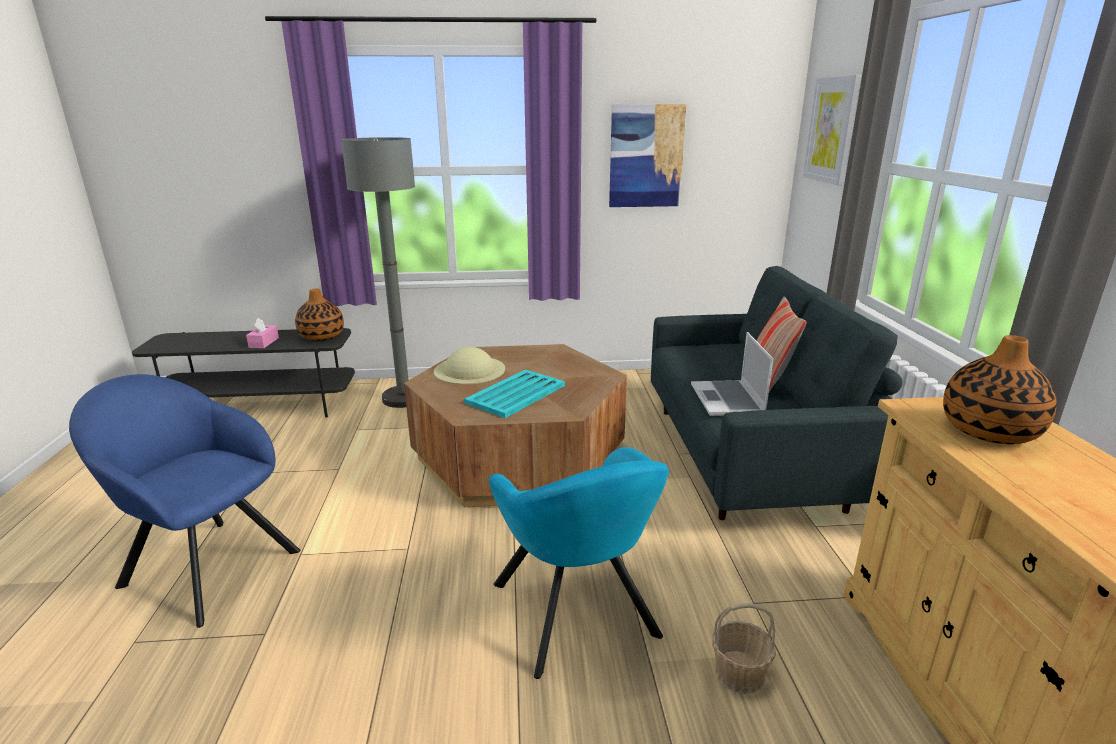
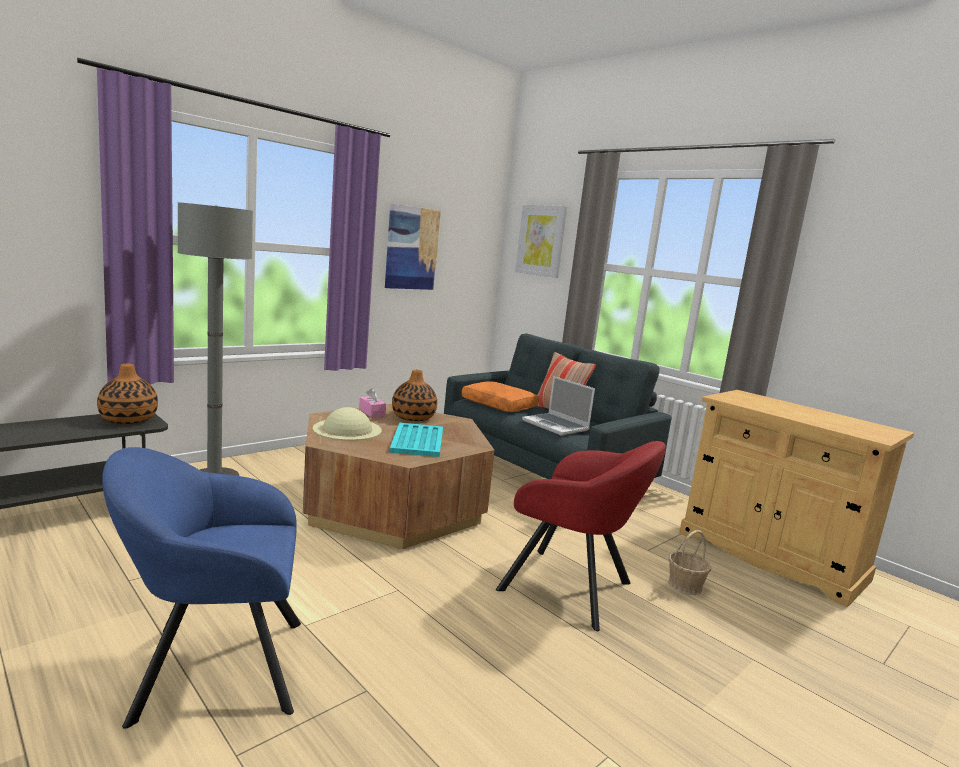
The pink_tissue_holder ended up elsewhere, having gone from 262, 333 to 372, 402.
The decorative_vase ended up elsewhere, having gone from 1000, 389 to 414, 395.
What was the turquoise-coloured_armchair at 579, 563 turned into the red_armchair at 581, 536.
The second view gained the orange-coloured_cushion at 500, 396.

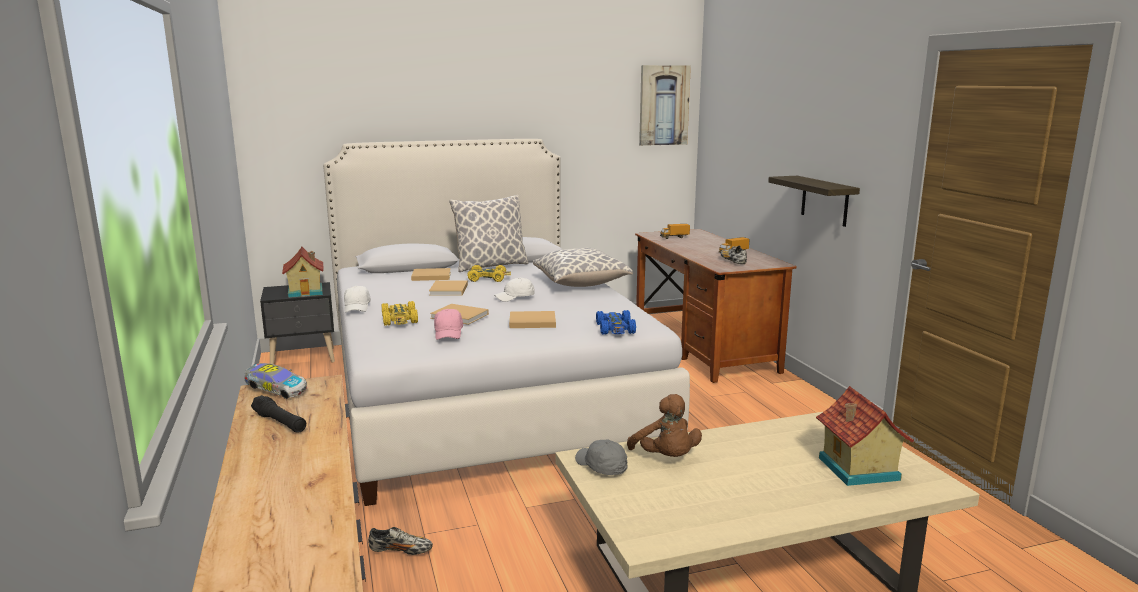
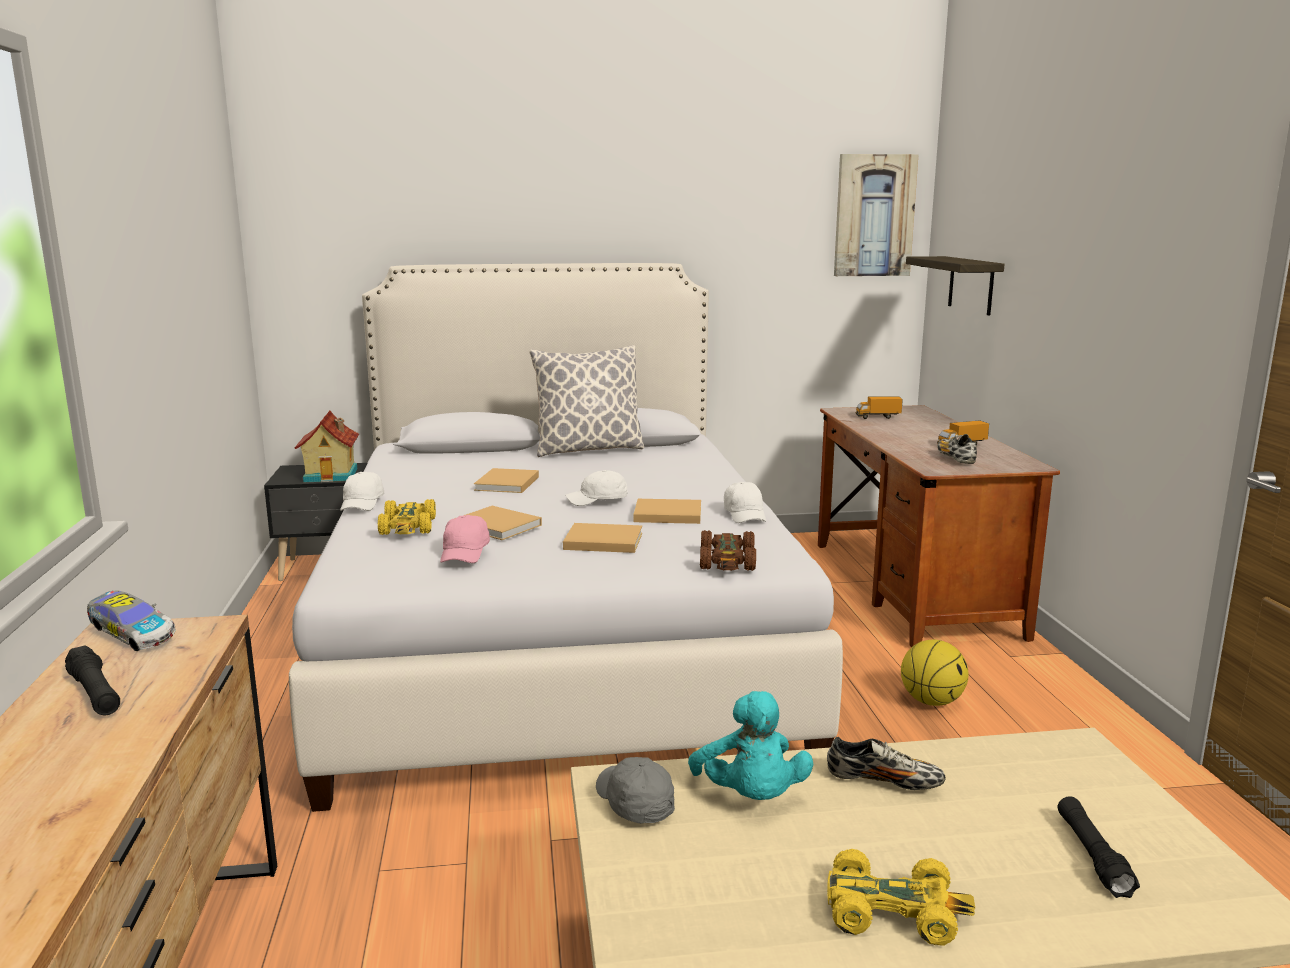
The bracket_shelf ended up elsewhere, having gone from 814, 201 to 955, 285.
The second view lost the cushion at 583, 267.
The yellow-coloured_miniature_car ended up elsewhere, having gone from 489, 273 to 901, 897.
The beige_bound_book ended up elsewhere, having gone from 431, 274 to 667, 511.
What was the blue_miniature_car at 616, 322 turned into the brown-coloured_miniature_car at 728, 550.
Where the model_house stood at 865, 436, the blackish_hand_torch came to stand at 1099, 847.
What was the brown-coloured_cuddly_toy at 664, 425 turned into the turquoise-coloured_cuddly_toy at 750, 745.
The low_shoe ended up elsewhere, having gone from 400, 541 to 886, 763.
The second view gained the white-coloured_cap at 745, 502.
The second view gained the basketball_ball at 935, 673.

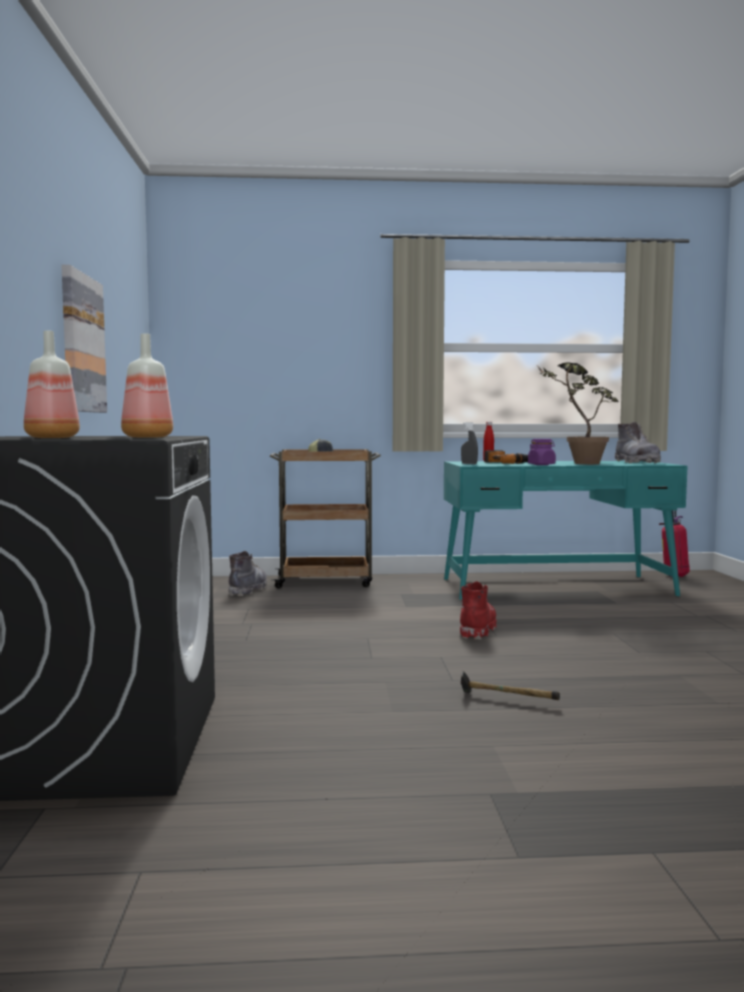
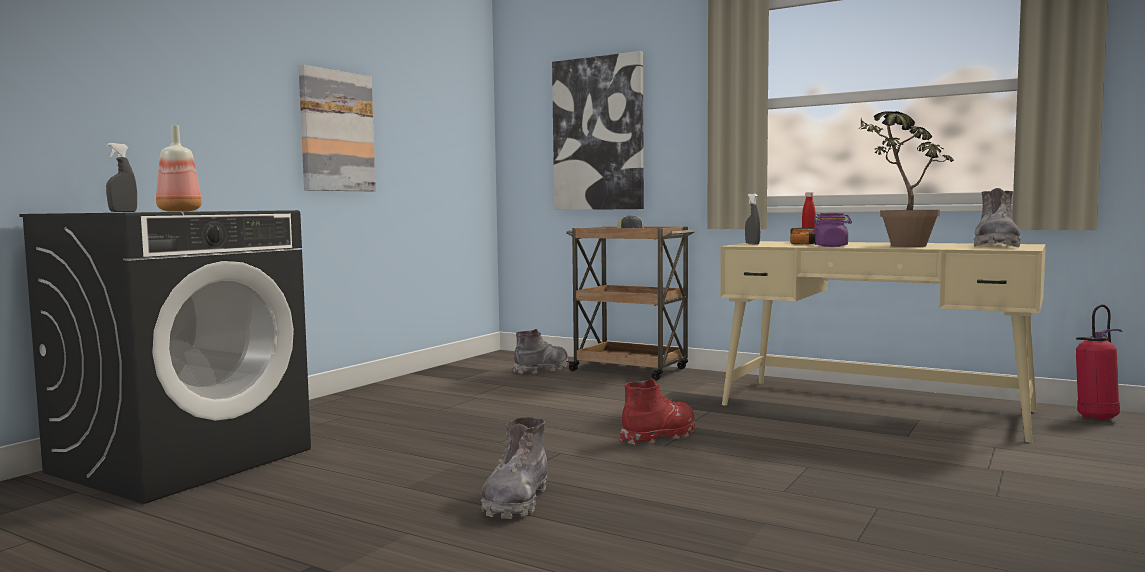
Where the bottle stood at 52, 384, the gray_spray_bottle came to stand at 121, 177.
What was the turquoise-coloured_desk at 566, 530 turned into the beige_desk at 883, 341.
Where the tool_hammer stood at 510, 685, the gray_boot came to stand at 514, 468.
The second view gained the wall_picture at 598, 130.

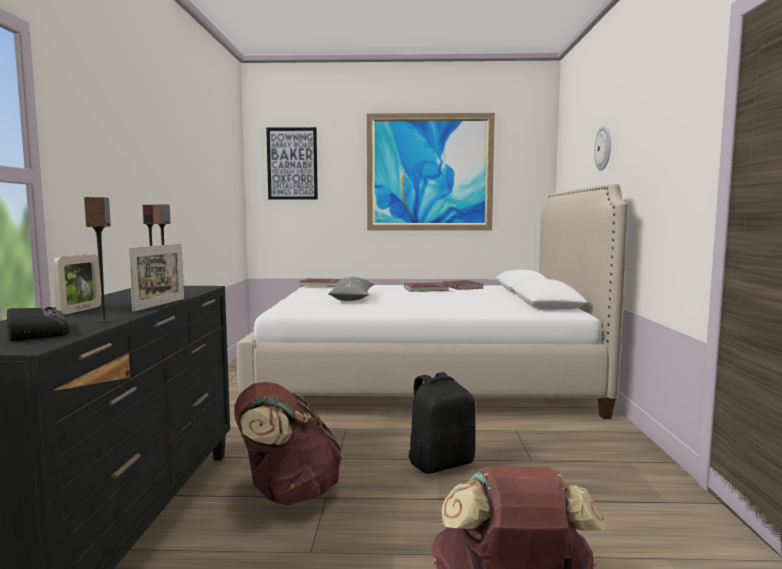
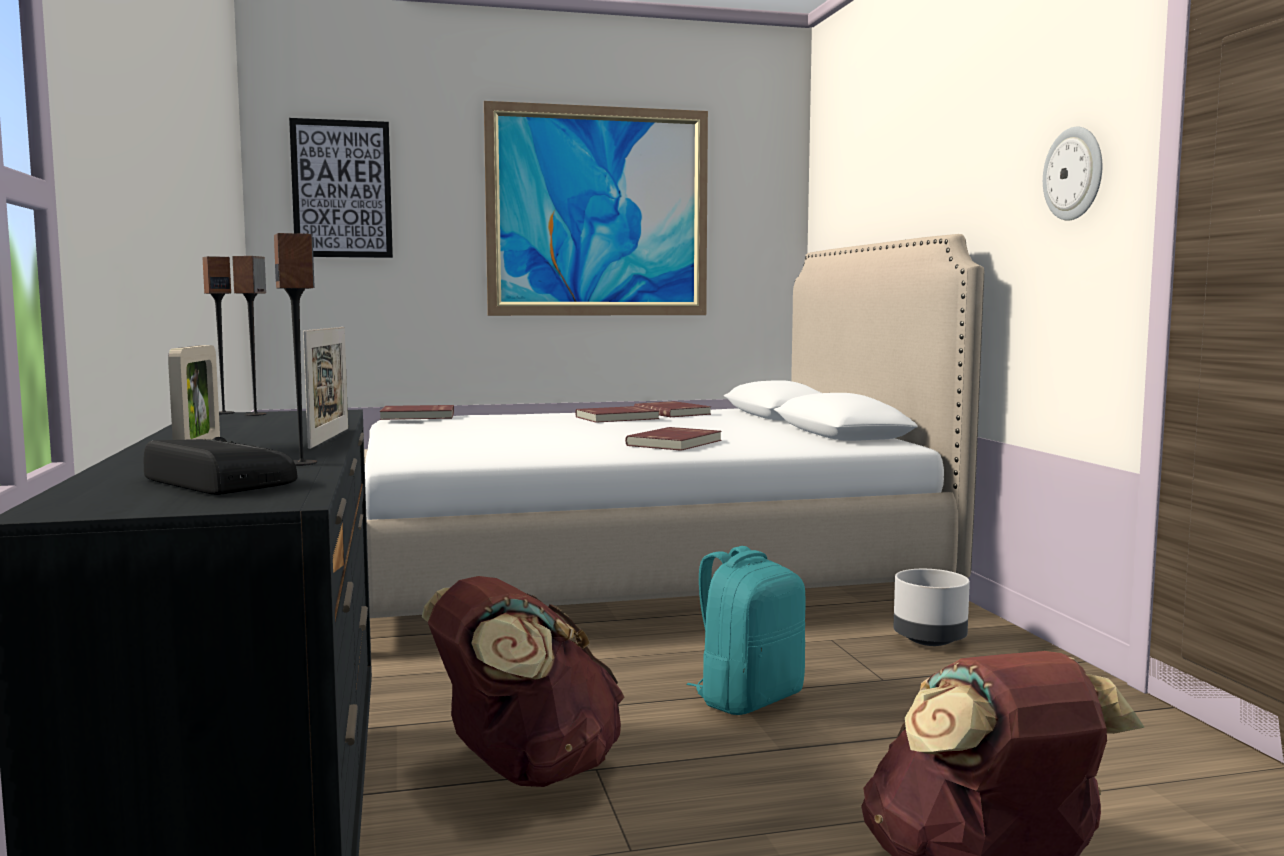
The hanging_clock ended up elsewhere, having gone from 602, 148 to 1072, 173.
The second view lost the gray_cushion at 351, 289.
What was the blackish_knapsack at 442, 423 turned into the turquoise-coloured_knapsack at 746, 630.
The second view gained the red_bound_book at 673, 439.
The second view gained the gray_plant_pot at 931, 607.

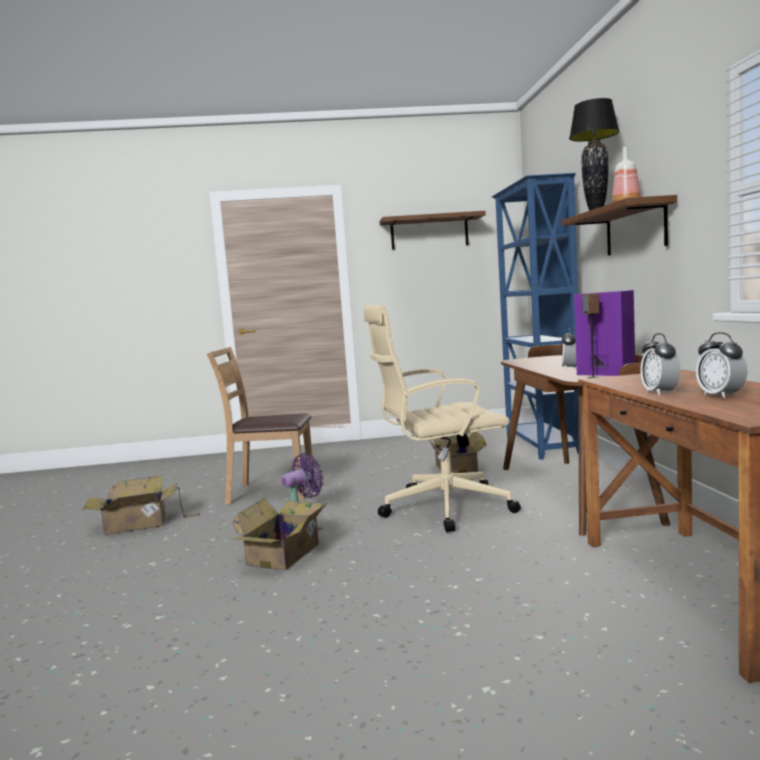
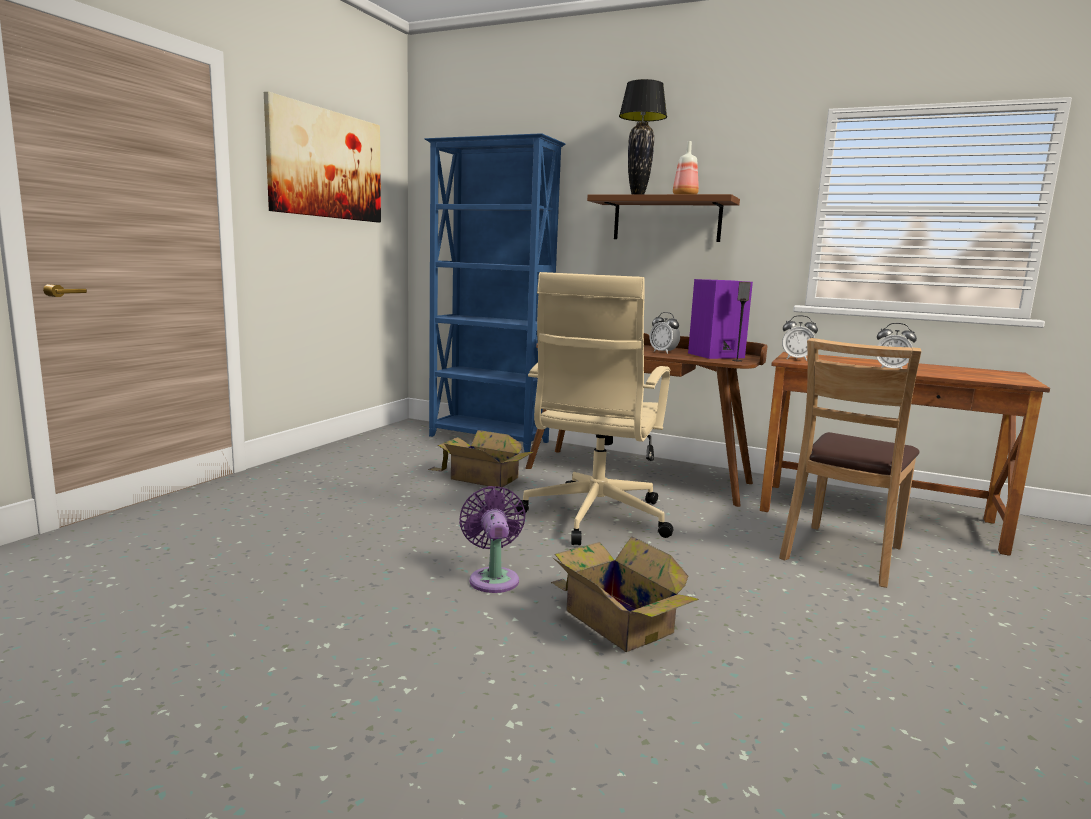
Where the brown-coloured_bracket_shelf hung at 432, 230, the wall_picture came to hang at 322, 156.
The table_clock ended up elsewhere, having gone from 721, 365 to 800, 338.
The brown-coloured_chair ended up elsewhere, having gone from 260, 426 to 850, 463.
The second view lost the carton at 141, 505.

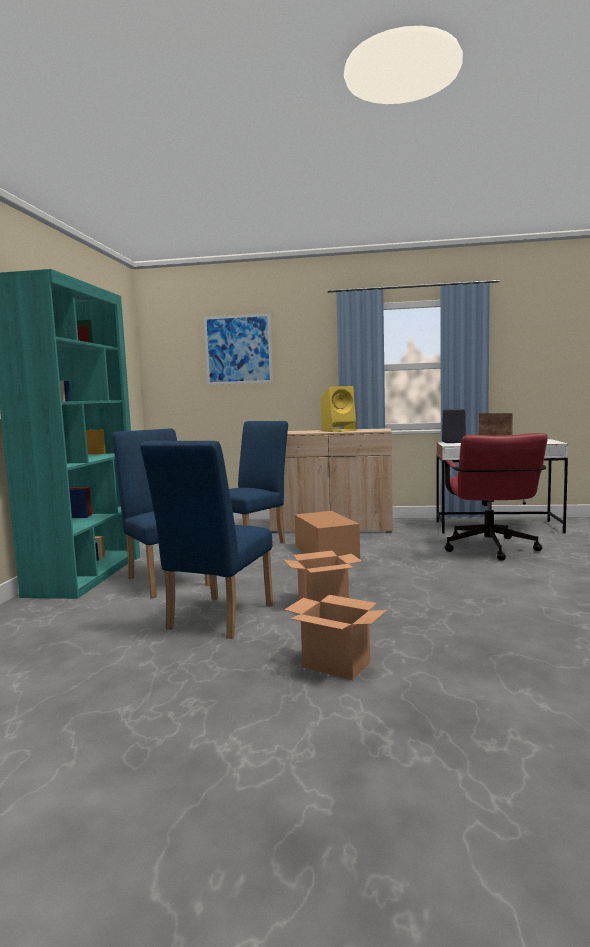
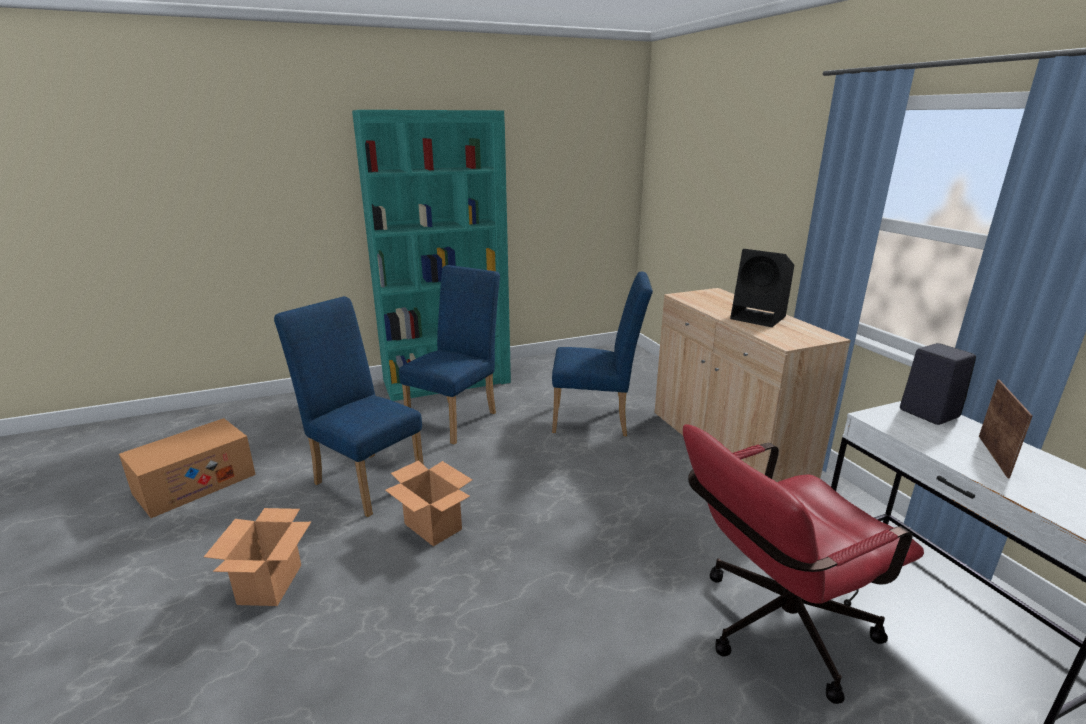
The second view lost the wall_picture at 238, 349.
What was the yellow-coloured_speaker at 339, 409 turned into the blackish_speaker at 762, 288.
The blue_chair at 206, 540 ended up facing another way, 45 degrees clockwise from before.
The carton ended up elsewhere, having gone from 327, 534 to 187, 468.

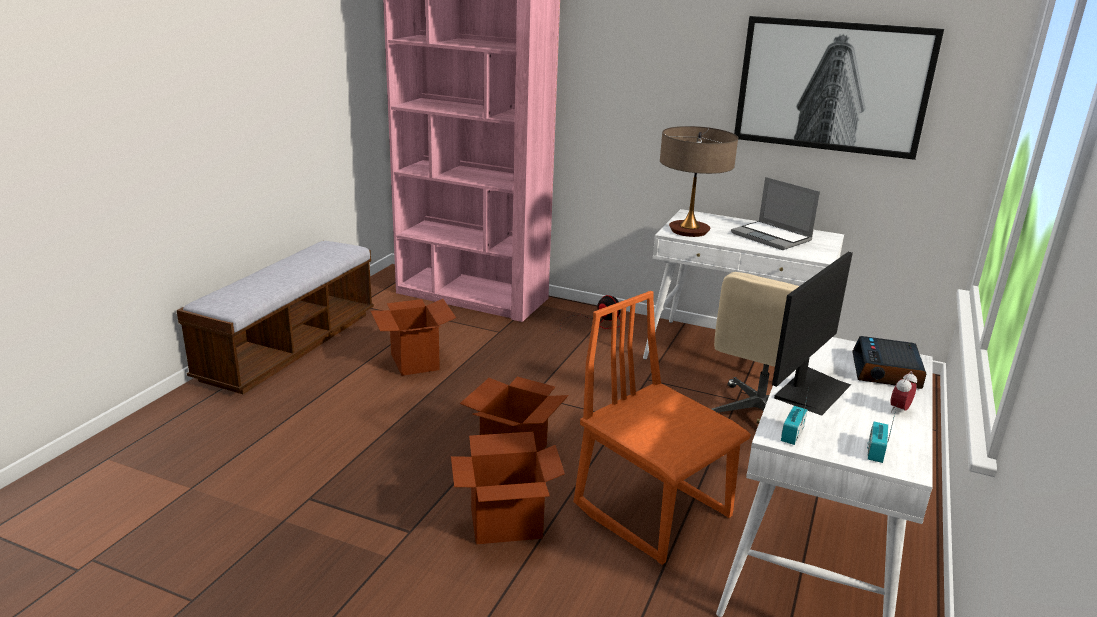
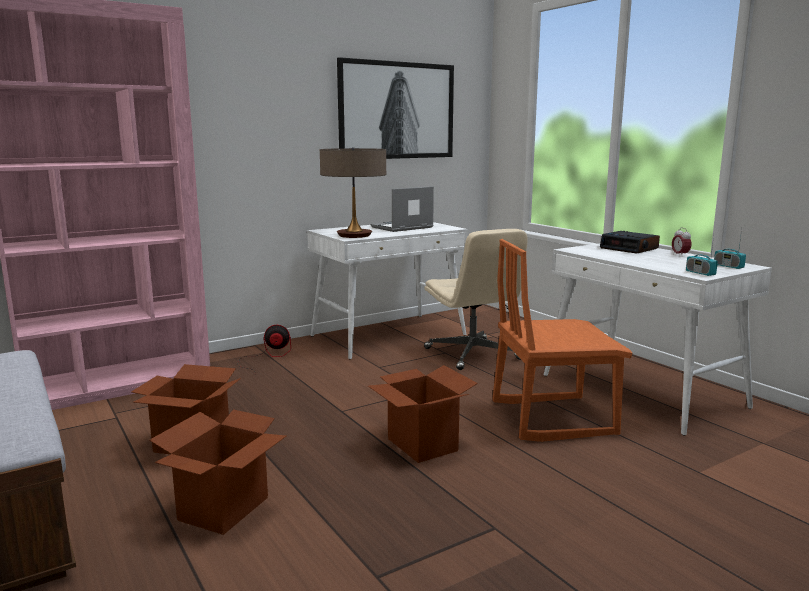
The portable_computer at 775, 213 ended up facing another way, 150 degrees clockwise from before.
The second view lost the computer_screen at 812, 334.
The carton ended up elsewhere, having gone from 508, 488 to 217, 472.

